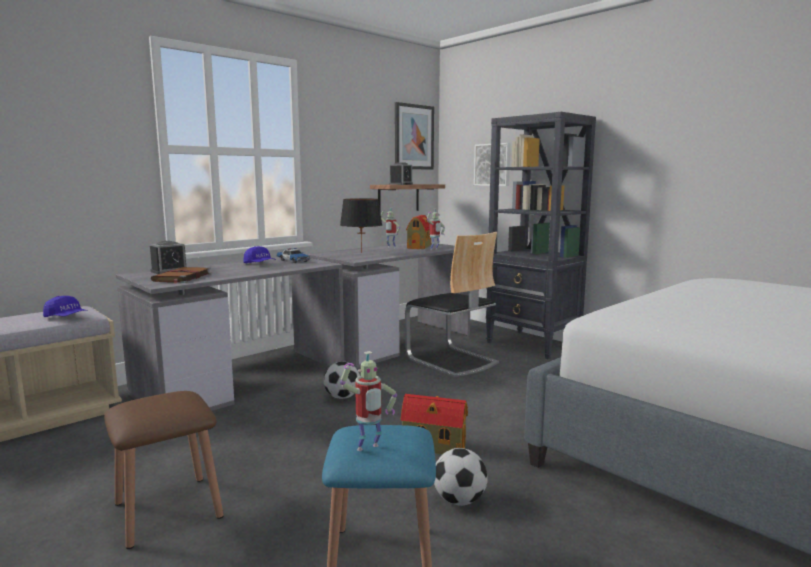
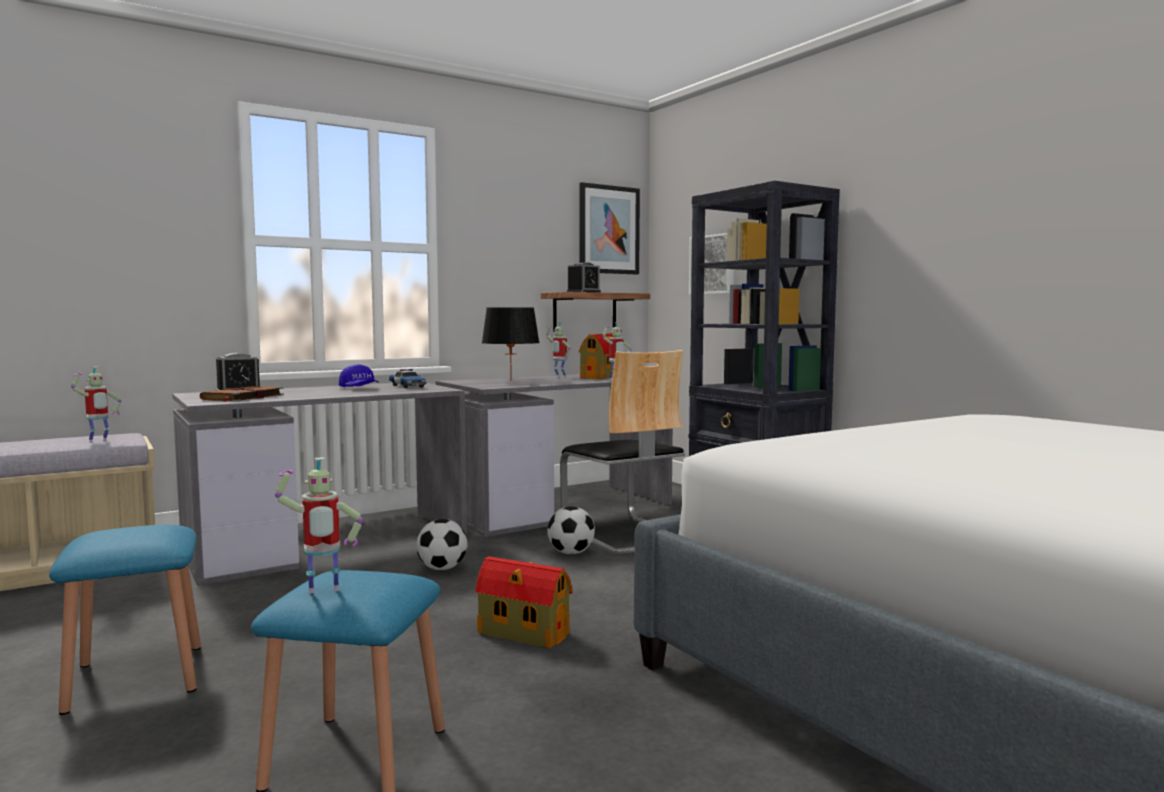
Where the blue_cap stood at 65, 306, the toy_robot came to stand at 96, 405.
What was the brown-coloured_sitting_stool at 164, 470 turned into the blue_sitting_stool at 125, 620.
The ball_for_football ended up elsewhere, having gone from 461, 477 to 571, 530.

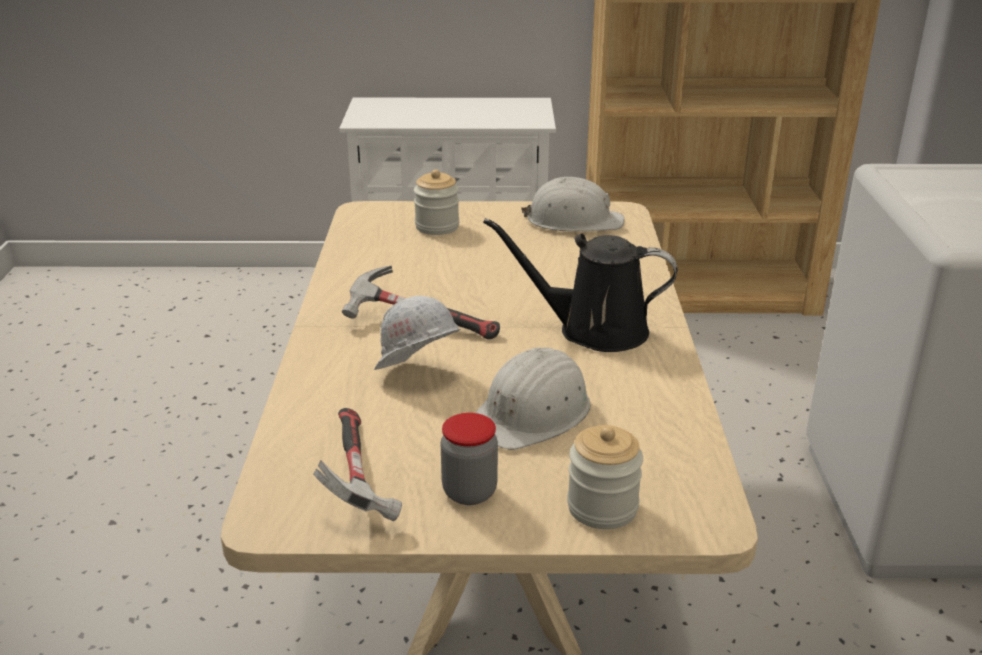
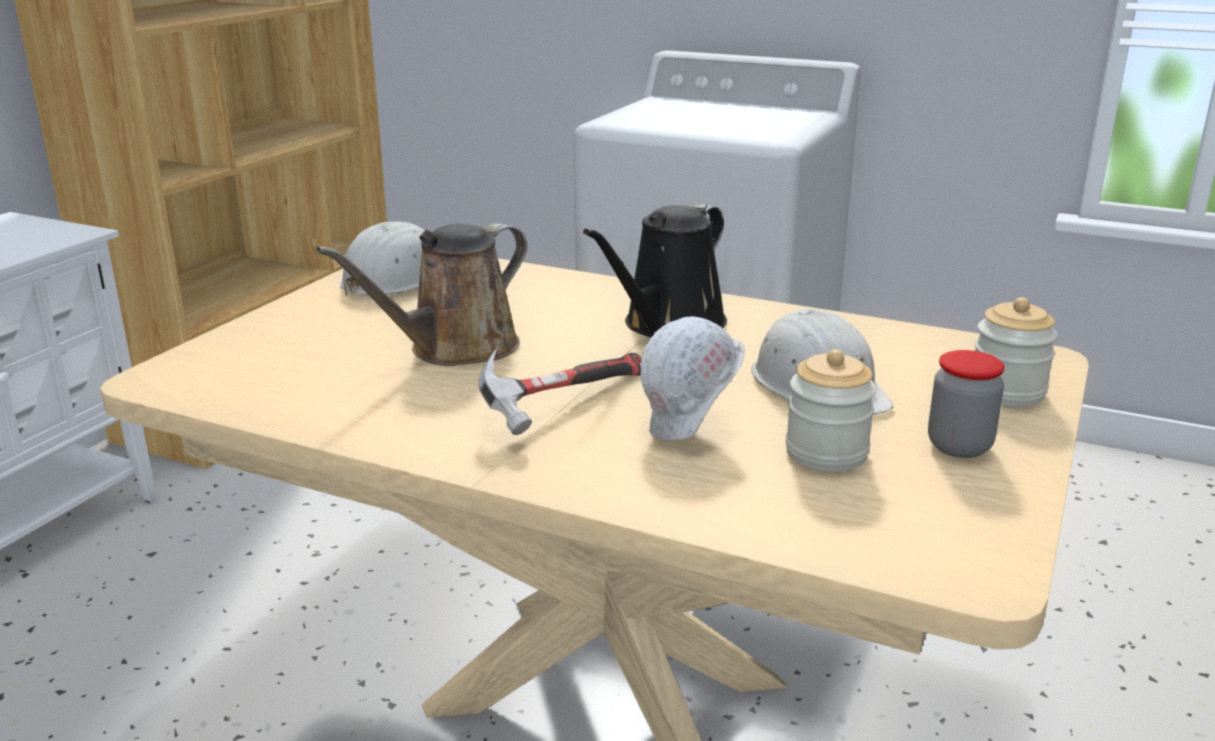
The preserve_jar ended up elsewhere, having gone from 436, 202 to 830, 410.
The second view lost the tool_hammer at 357, 464.
The second view gained the brown-coloured_watering_pot at 421, 294.

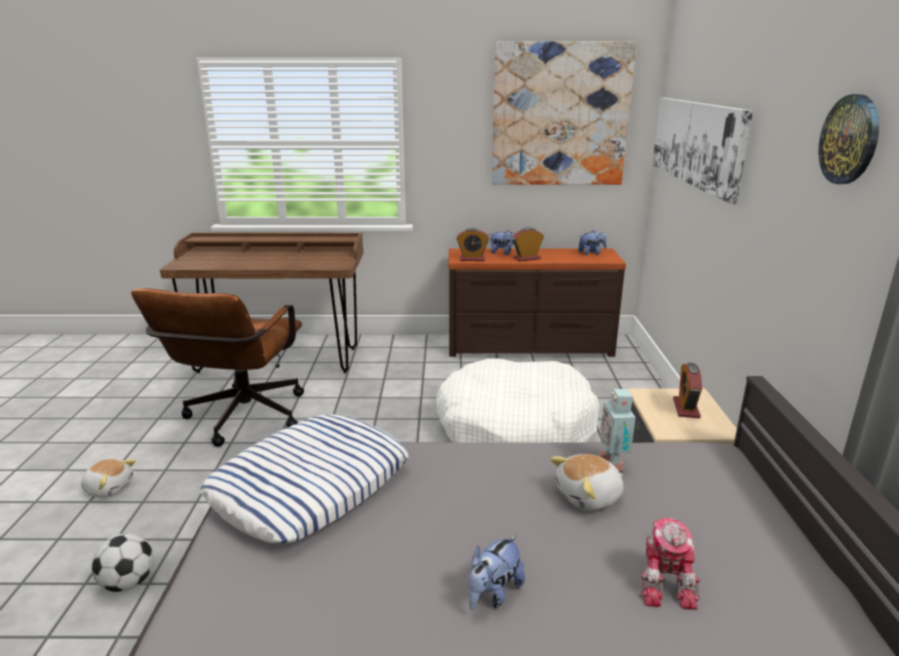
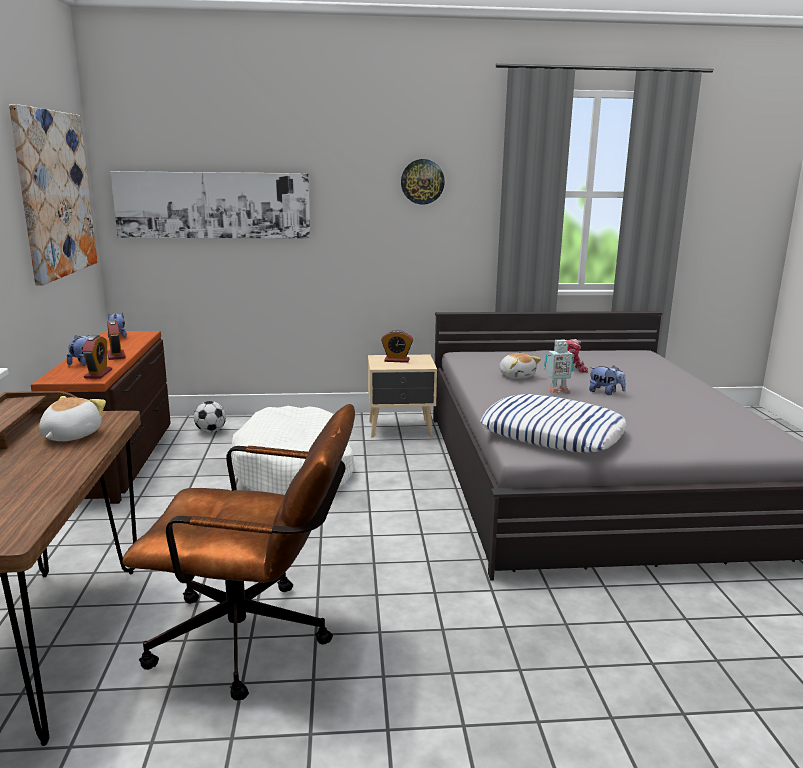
The toy_robot ended up elsewhere, having gone from 617, 430 to 559, 366.
The cuddly_toy ended up elsewhere, having gone from 108, 478 to 72, 418.
The ball_for_football ended up elsewhere, having gone from 122, 562 to 210, 416.

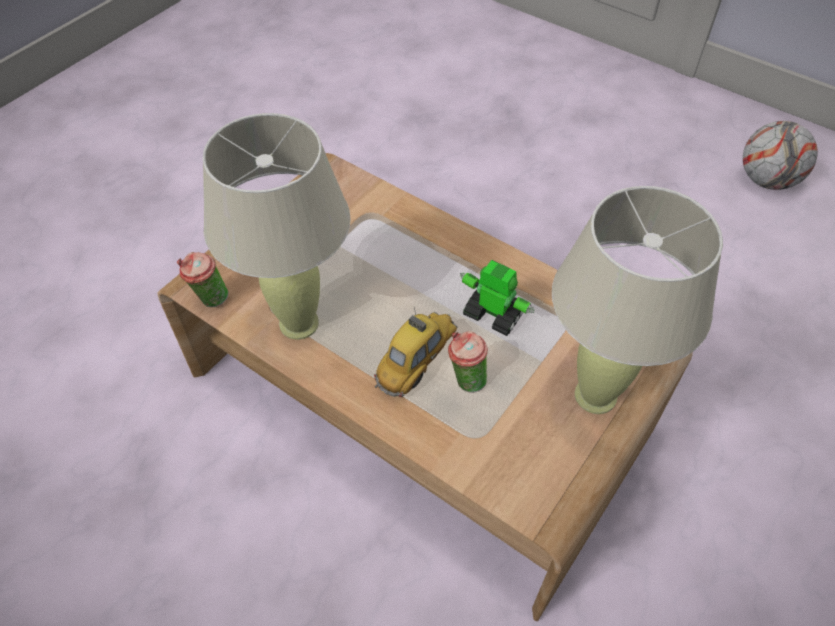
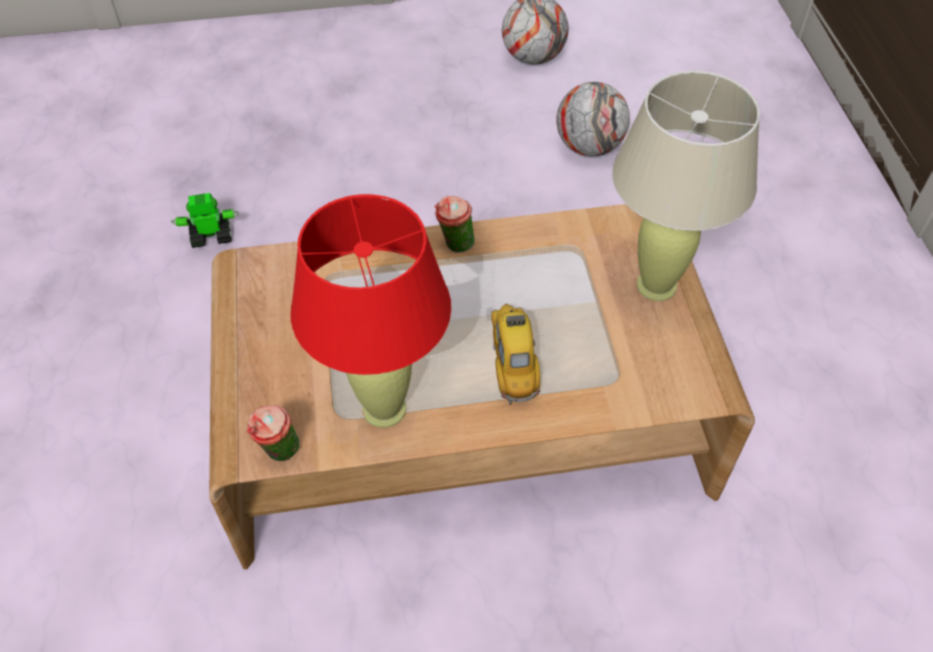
What was the beige_tabletop_lamp at 276, 226 turned into the red_tabletop_lamp at 371, 311.
The toy_robot ended up elsewhere, having gone from 497, 298 to 205, 220.
The small_cup ended up elsewhere, having gone from 468, 362 to 455, 224.
The second view gained the ball_for_football at 593, 119.

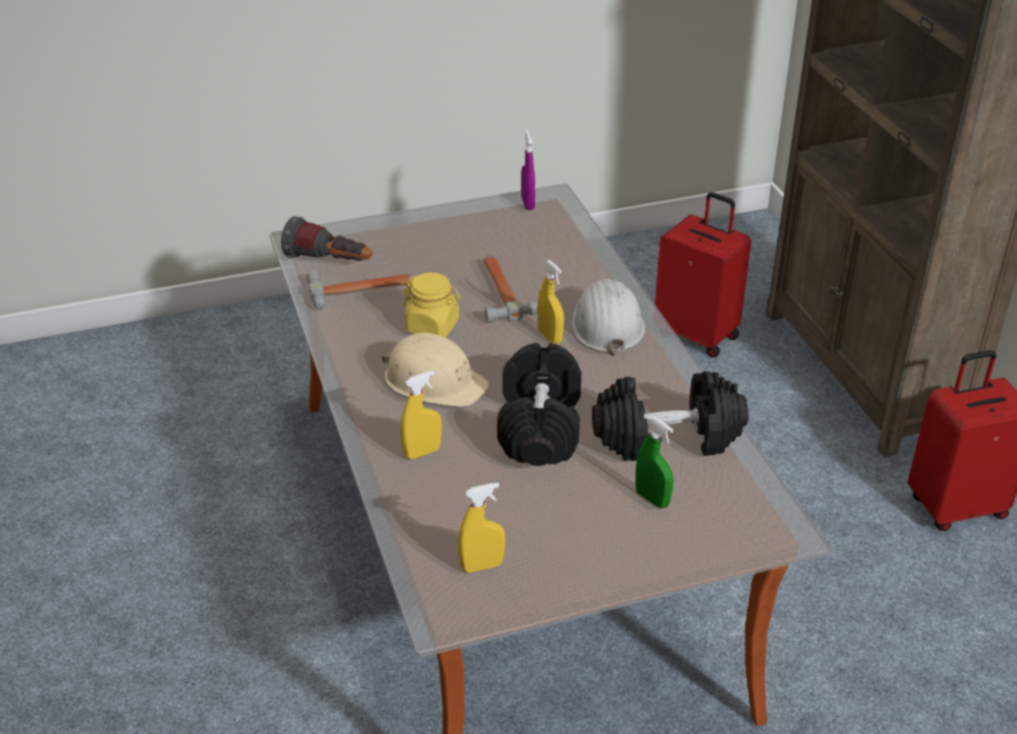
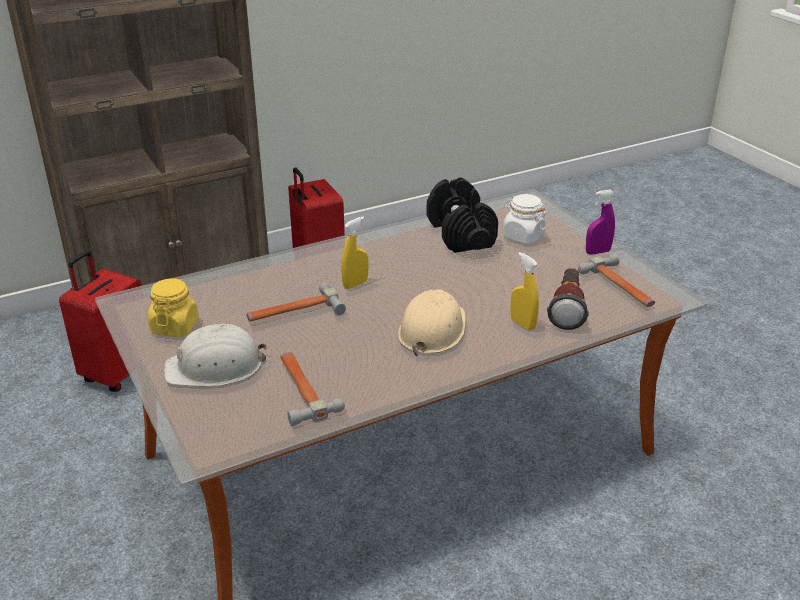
The purple-coloured_spray_bottle ended up elsewhere, having gone from 528, 170 to 600, 222.
The hand_torch ended up elsewhere, having gone from 326, 238 to 568, 299.
The yellow-coloured_preserve_jar ended up elsewhere, having gone from 432, 305 to 173, 307.
The white-coloured_hard_hat ended up elsewhere, having gone from 608, 317 to 215, 355.
The second view lost the blackish_free_weight at 539, 404.
Where the green-coloured_spray_bottle stood at 654, 462, the white-coloured_preserve_jar came to stand at 525, 219.
Where the yellow-coloured_spray_bottle stood at 481, 528, the tool_hammer came to stand at 616, 280.

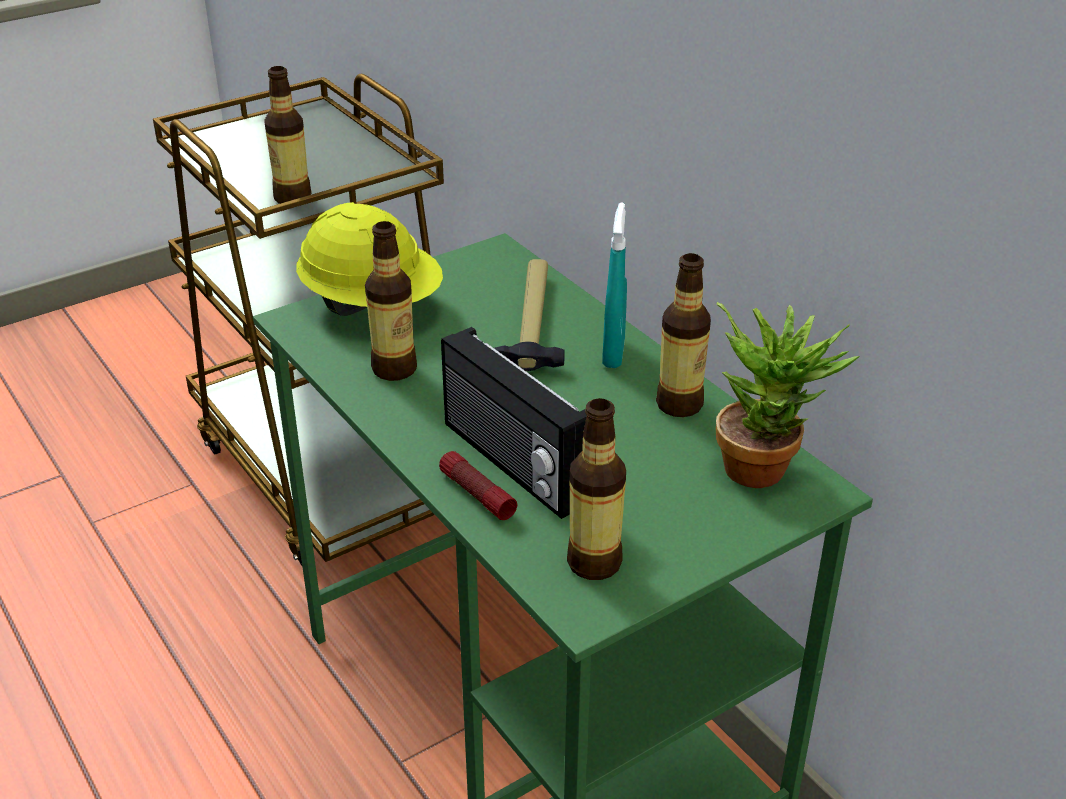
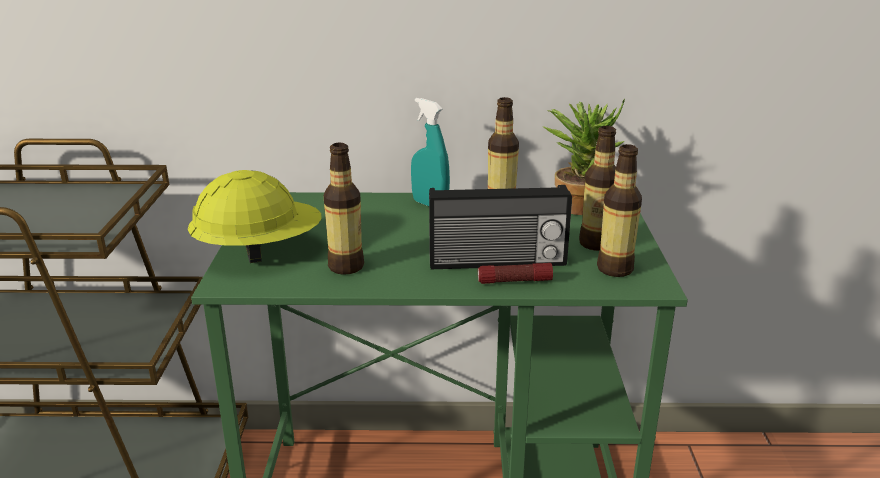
The bottle ended up elsewhere, having gone from 288, 135 to 597, 188.
The second view lost the tool_hammer at 529, 315.

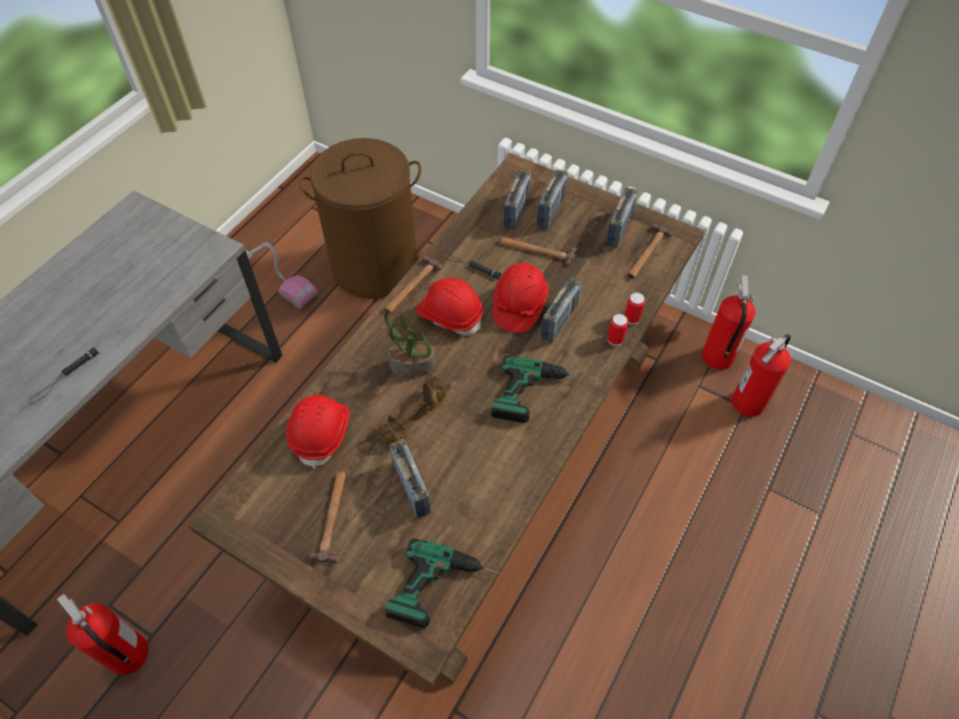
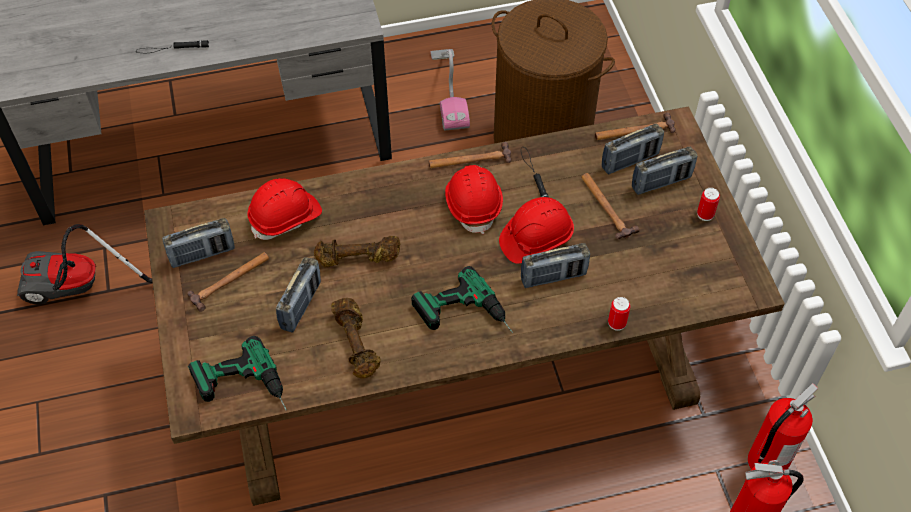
The radio_set ended up elsewhere, having gone from 622, 218 to 198, 243.
The tool_hammer ended up elsewhere, having gone from 649, 251 to 635, 126.
The second view lost the potted_plant at 409, 343.
The can ended up elsewhere, having gone from 617, 330 to 708, 204.
Where the extinguisher stood at 103, 634, the vacuum came to stand at 85, 264.
The second view gained the brown-coloured_free_weight at 356, 338.

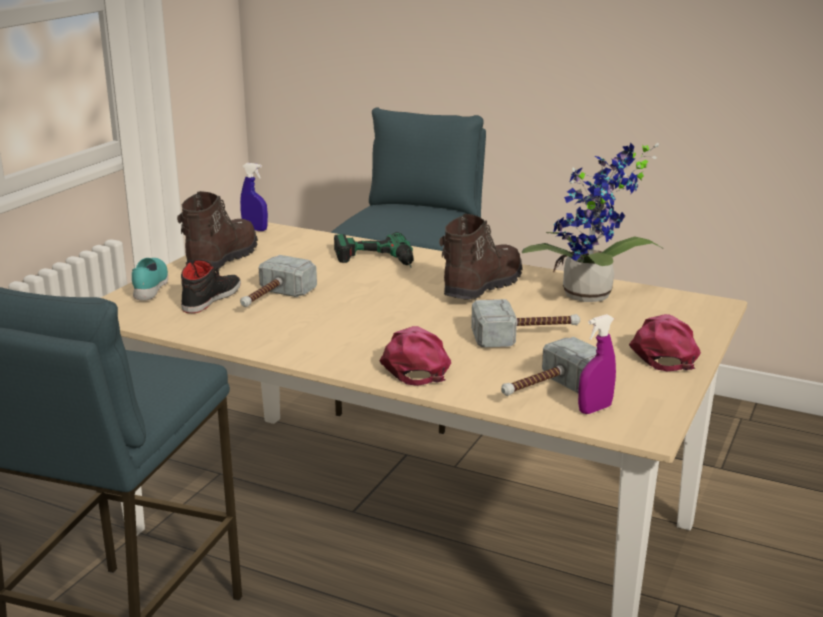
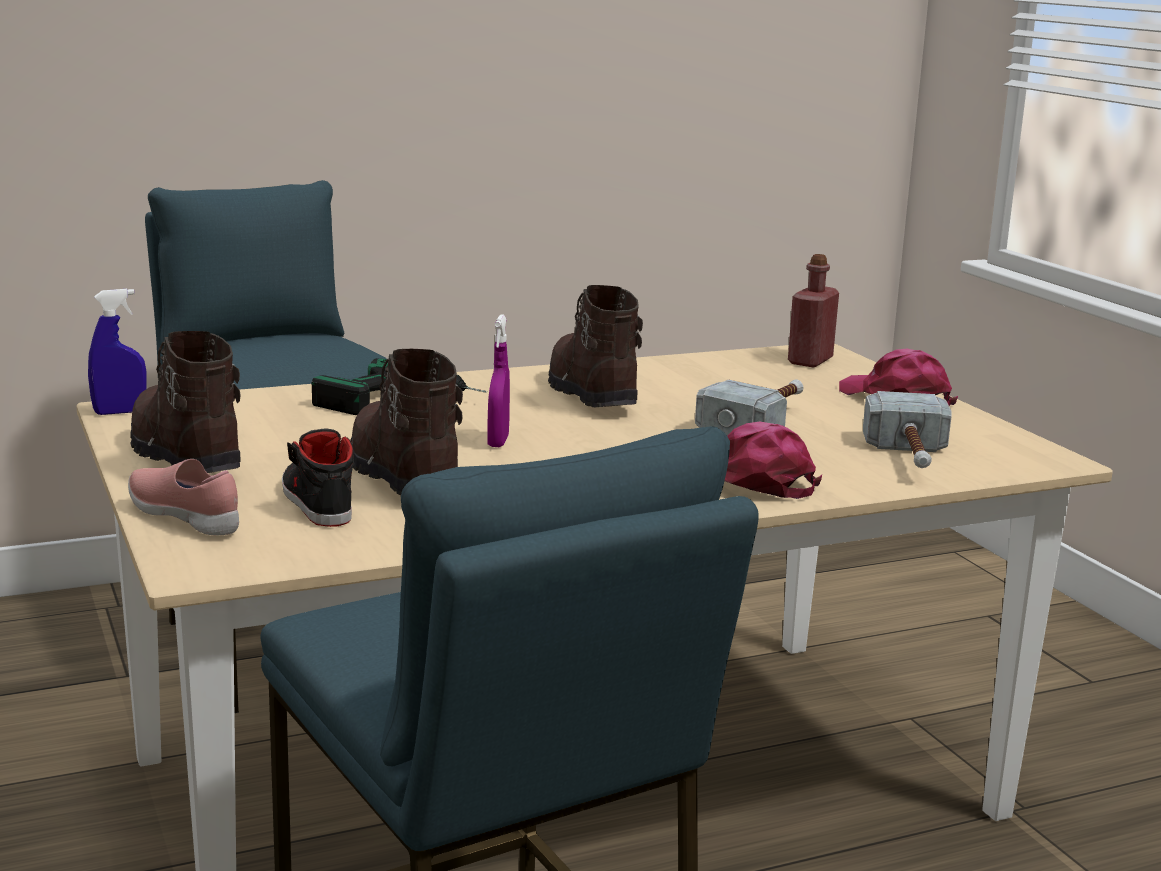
The second view lost the potted_plant at 592, 222.
Where the tool_hammer stood at 278, 281, the brown-coloured_boot came to stand at 407, 422.
What was the turquoise-coloured_low_shoe at 150, 279 turned into the pink_low_shoe at 183, 497.
The purple-coloured_spray_bottle ended up elsewhere, having gone from 597, 364 to 499, 380.
The second view gained the red_bottle at 813, 310.

